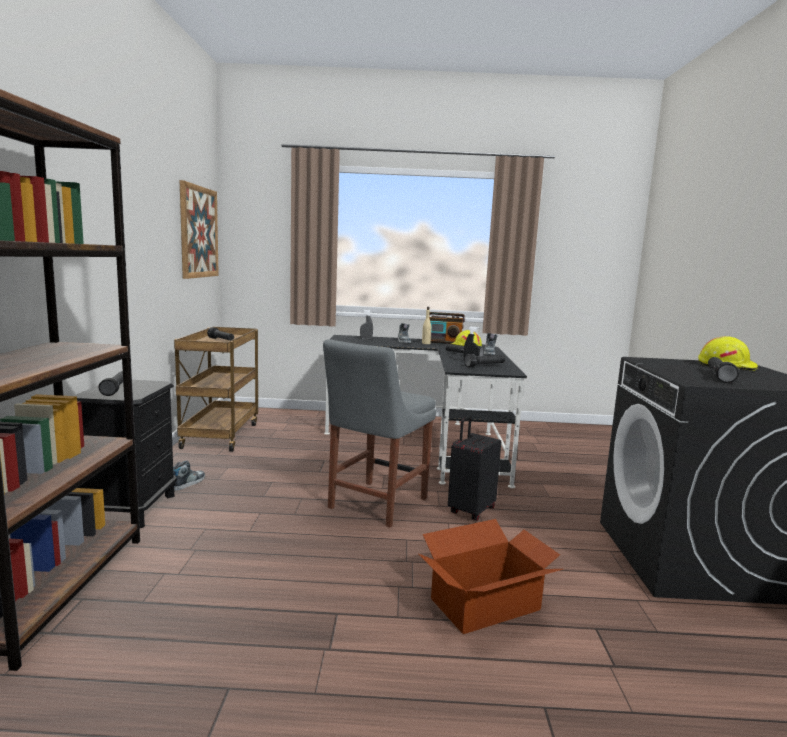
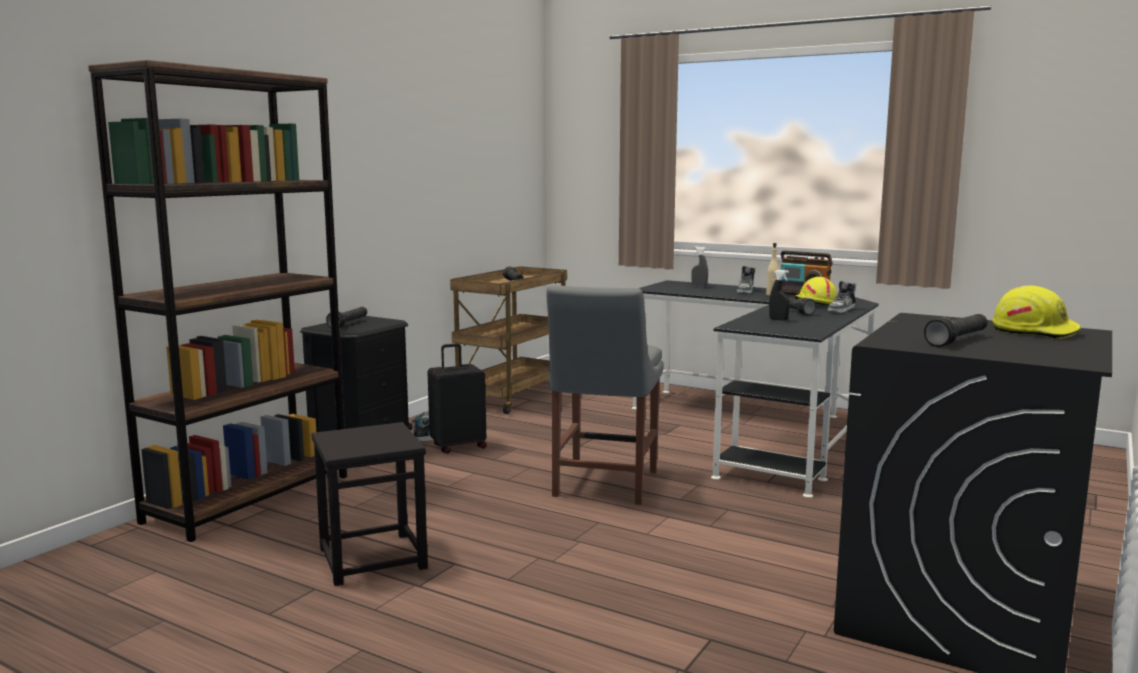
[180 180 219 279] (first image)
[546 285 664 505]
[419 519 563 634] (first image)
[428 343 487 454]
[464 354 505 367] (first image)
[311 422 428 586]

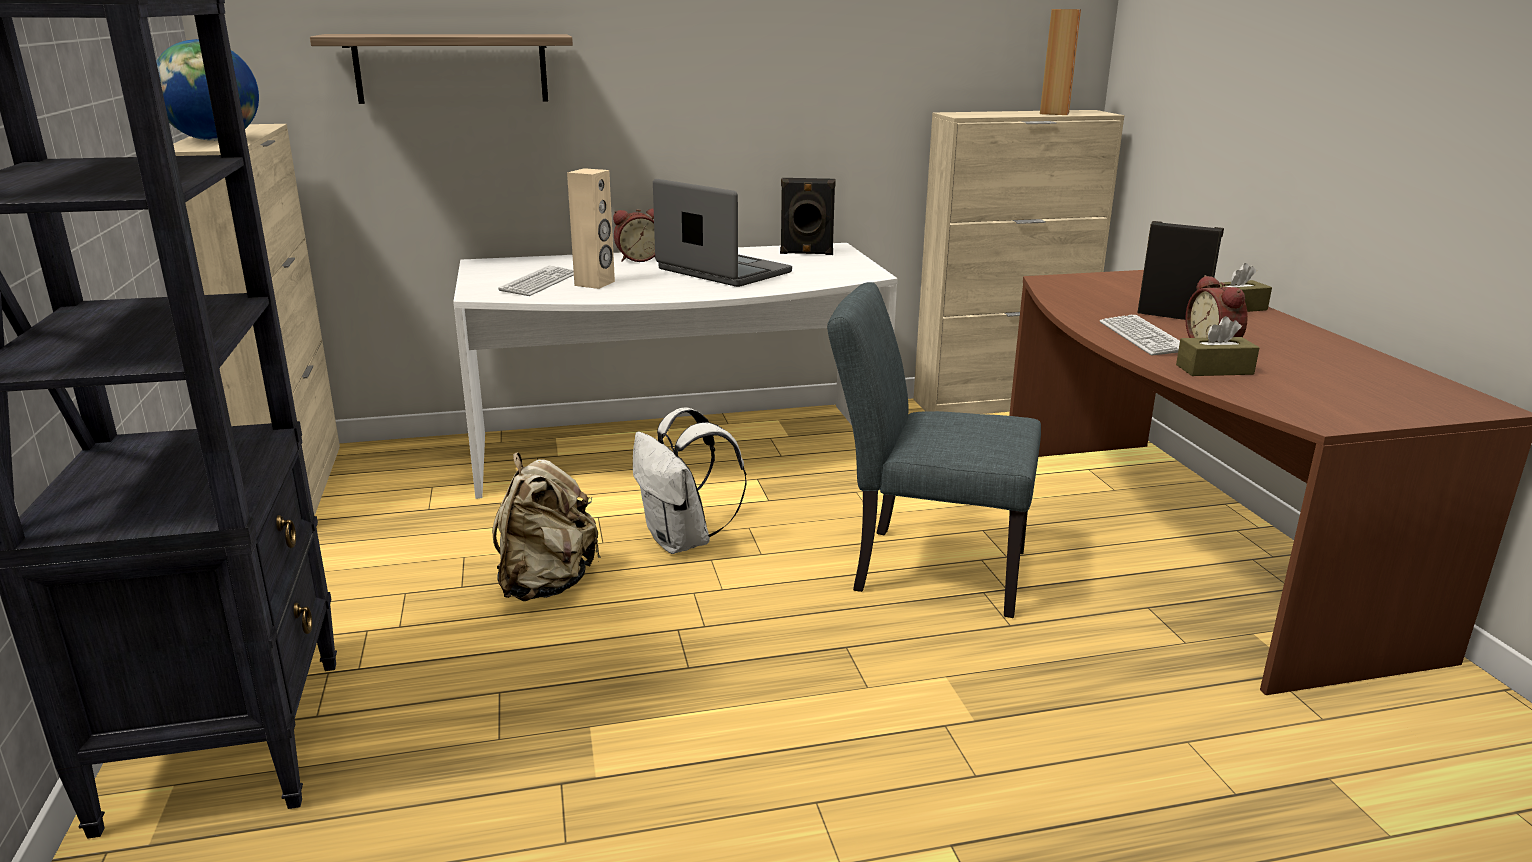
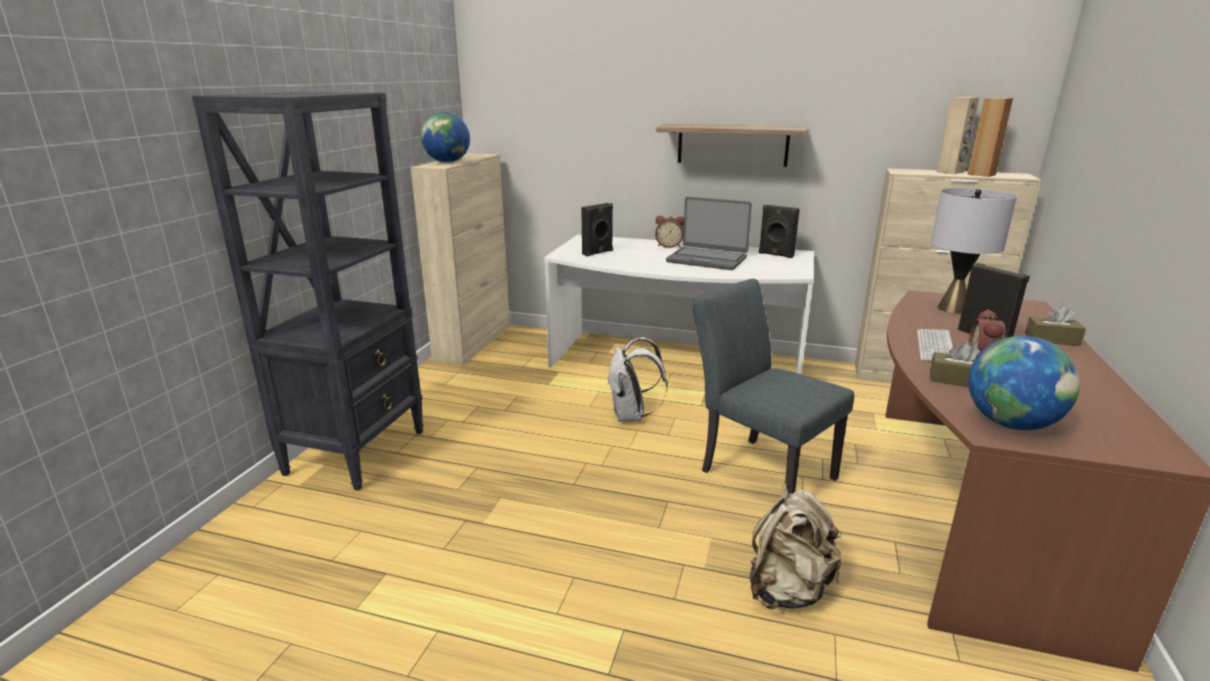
[656 123 806 167]
[750 484 842 609]
[581 203 613 256]
[937 97 979 174]
[666 197 752 270]
[931 188 1017 314]
[968 336 1080 430]

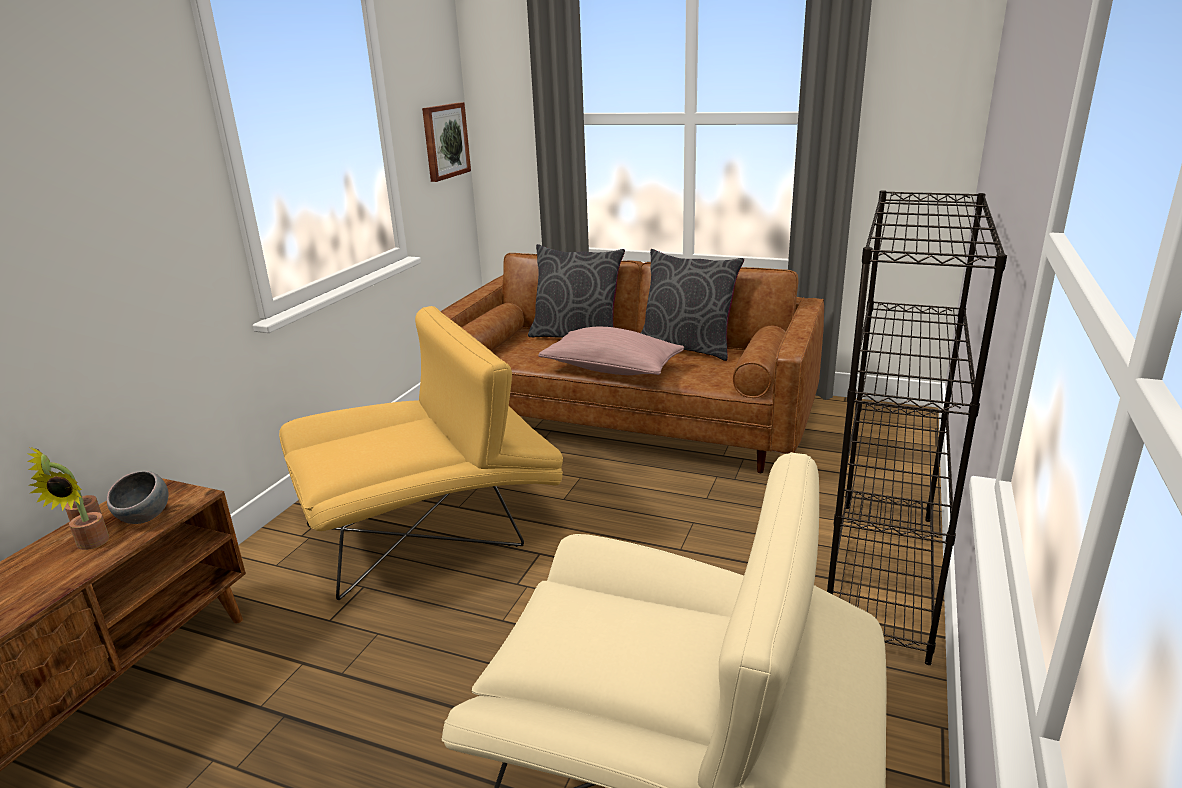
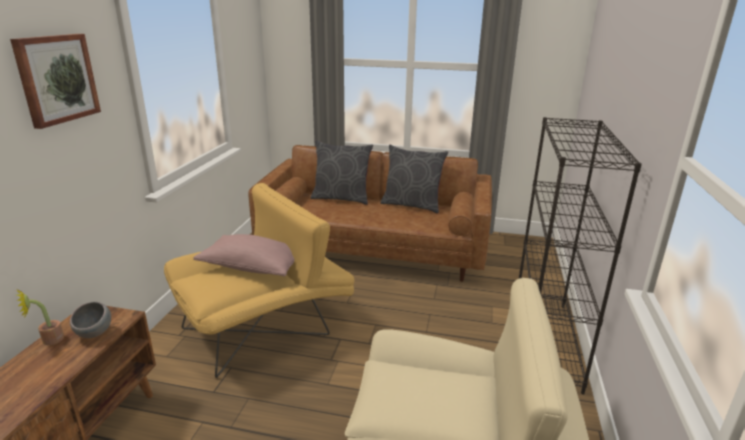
[30 471 109 550] (first image)
[10 34 101 129]
[193 234 294 277]

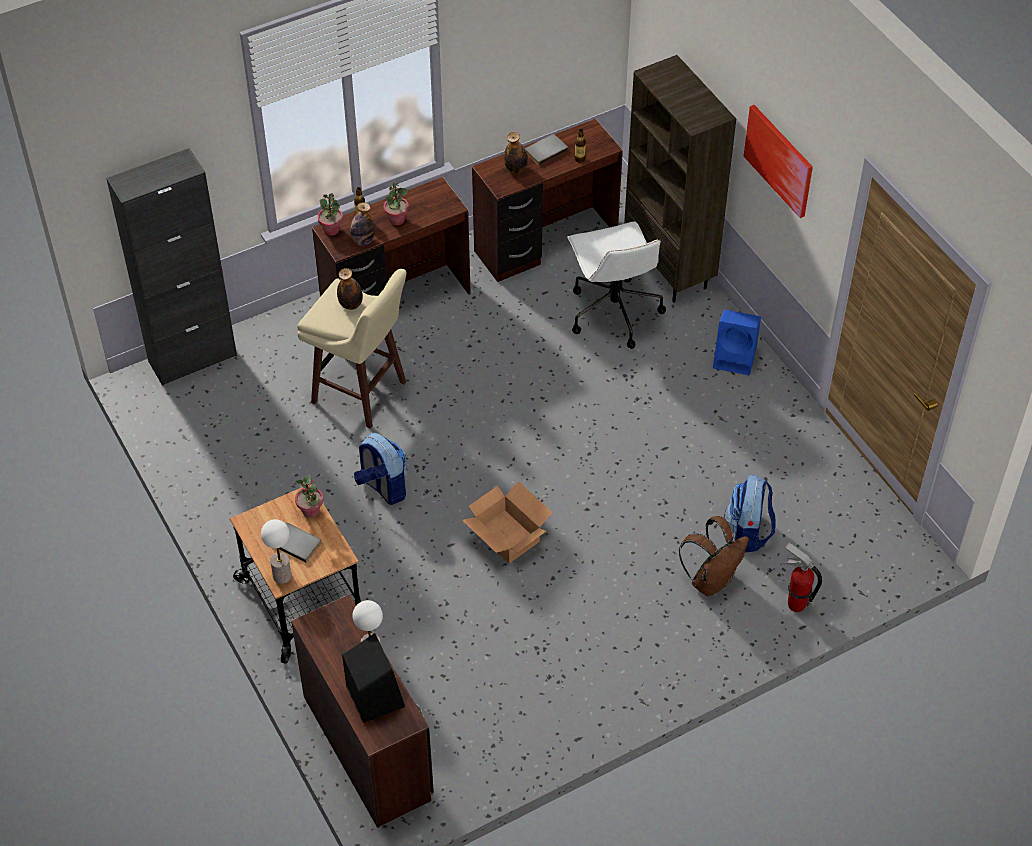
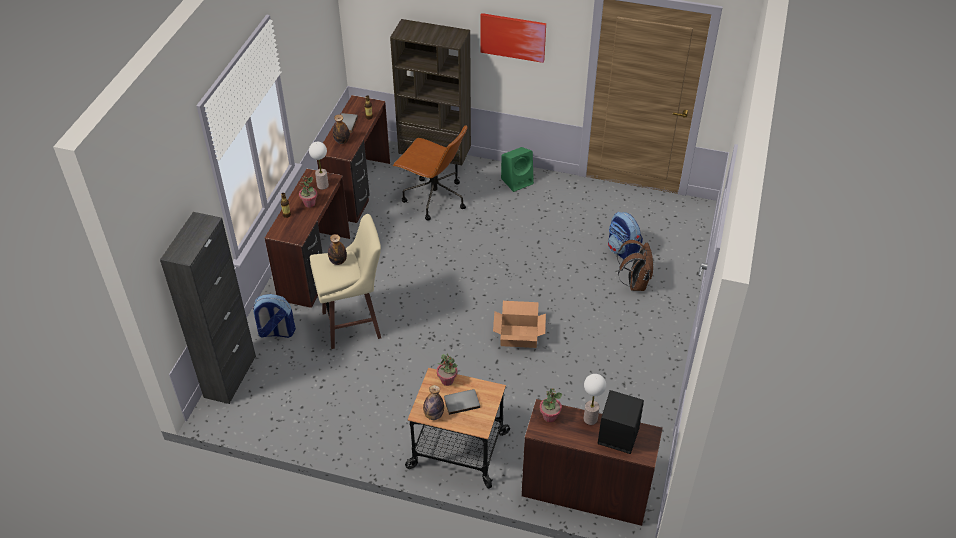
[309 142 329 190]
[540 388 562 422]
[423 385 444 420]
[252 294 296 338]
[393 125 468 221]
[501 147 534 192]
[783 542 822 612] (first image)

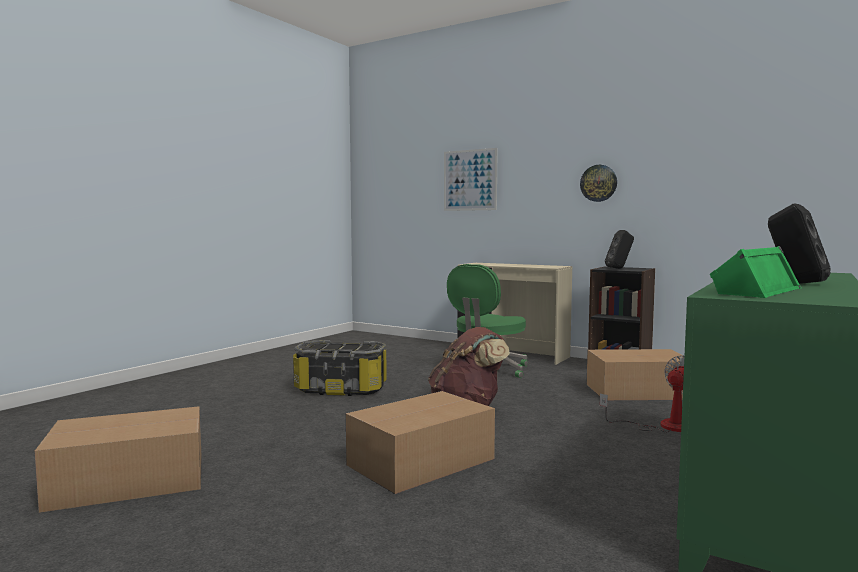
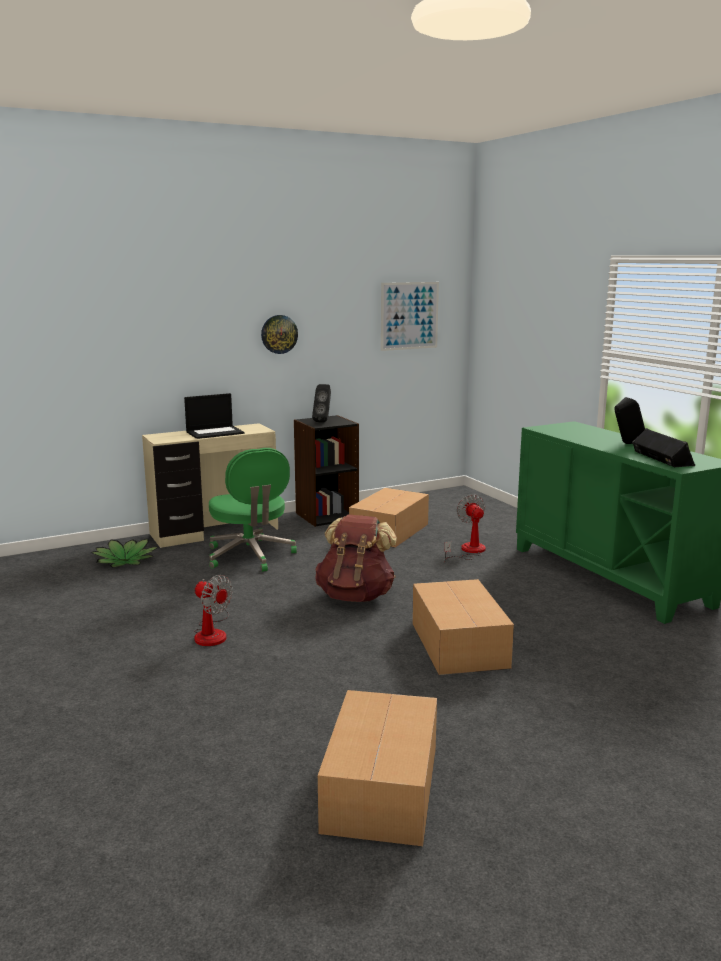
[194 575 233 646]
[381 282 439 351]
[632 428 695 467]
[91 539 158 568]
[184 393 244 439]

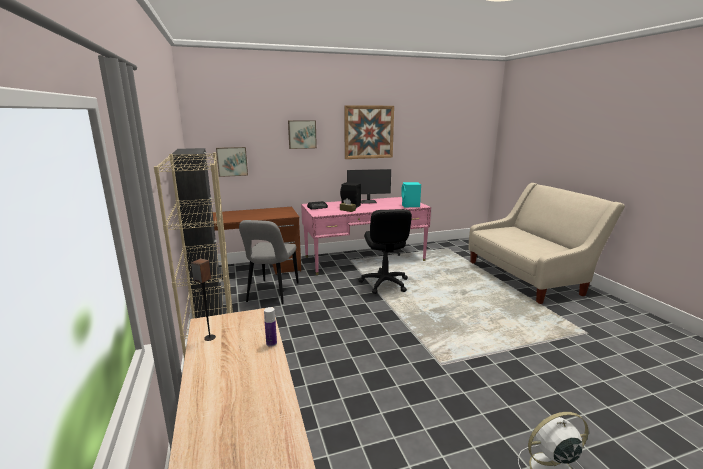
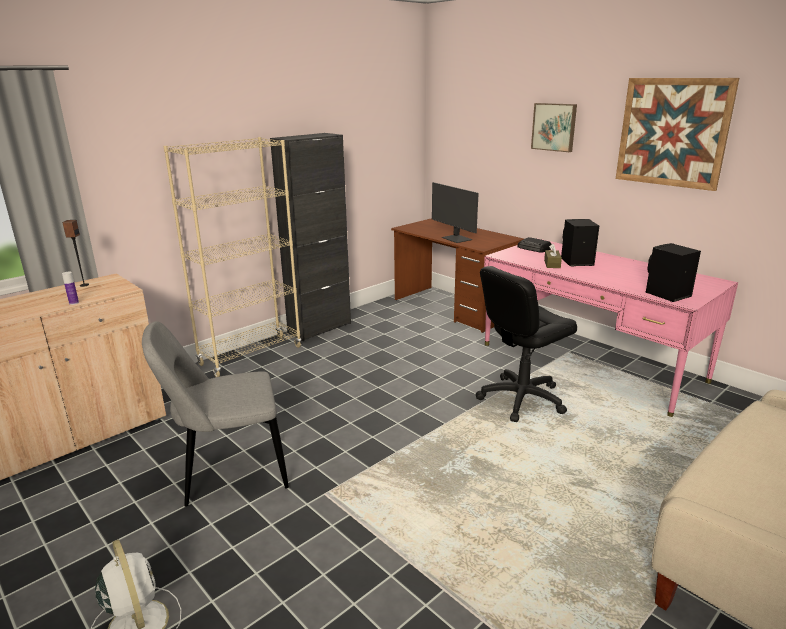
[216 147 248 177] (first image)
[142 321 289 507]
[432 182 478 243]
[646 243 701 302]

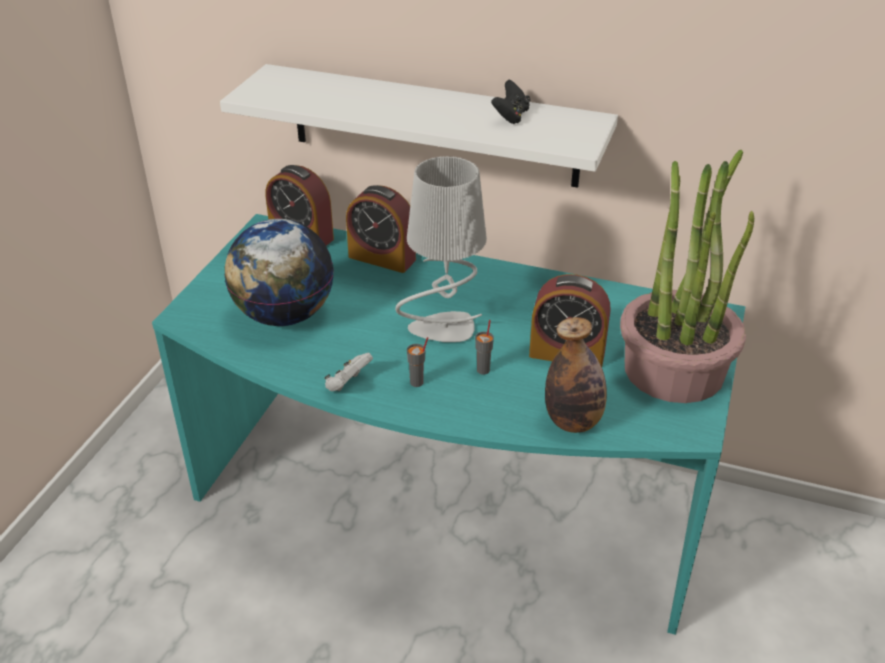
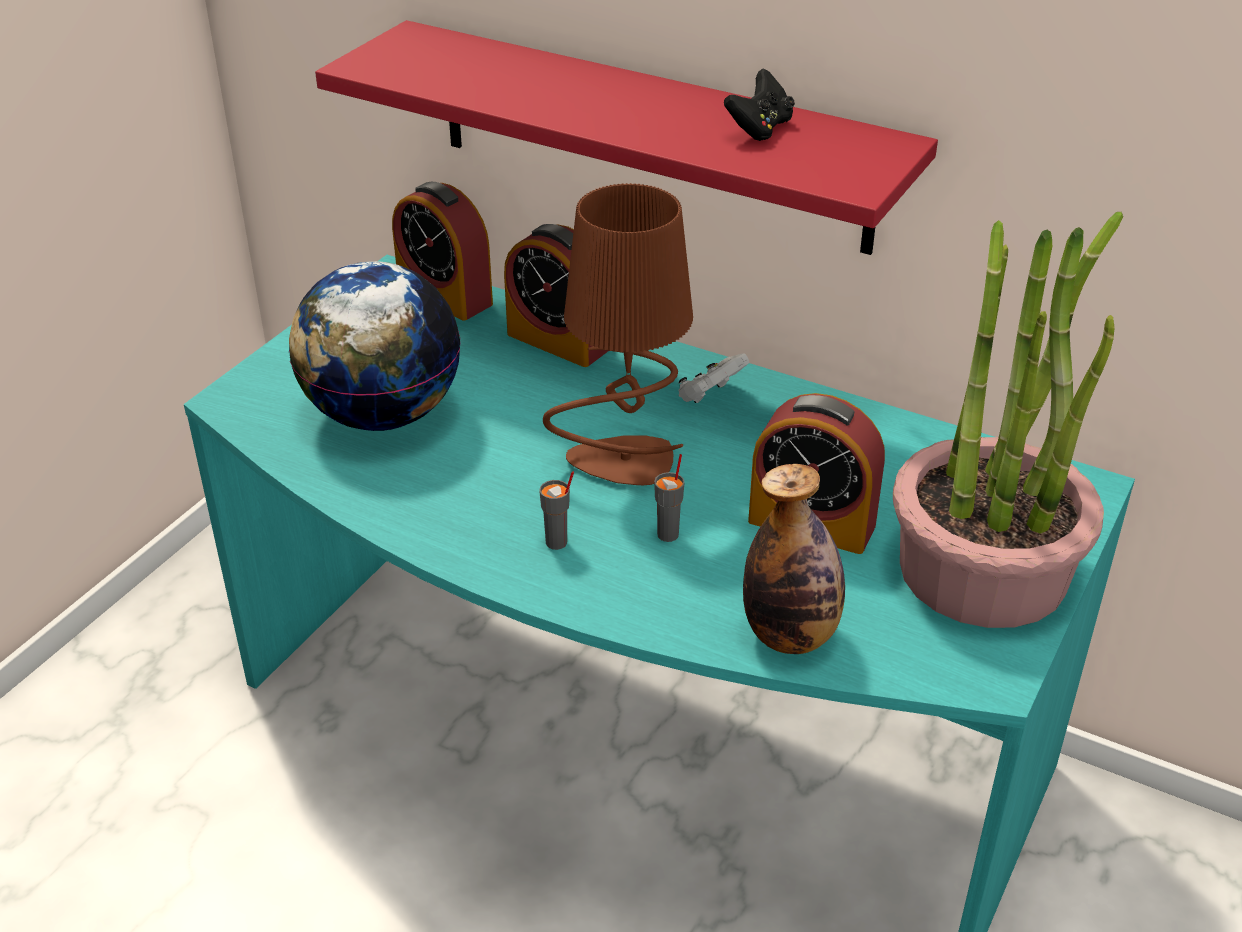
[315 20 938 255]
[679 353 749 403]
[543 183 693 485]

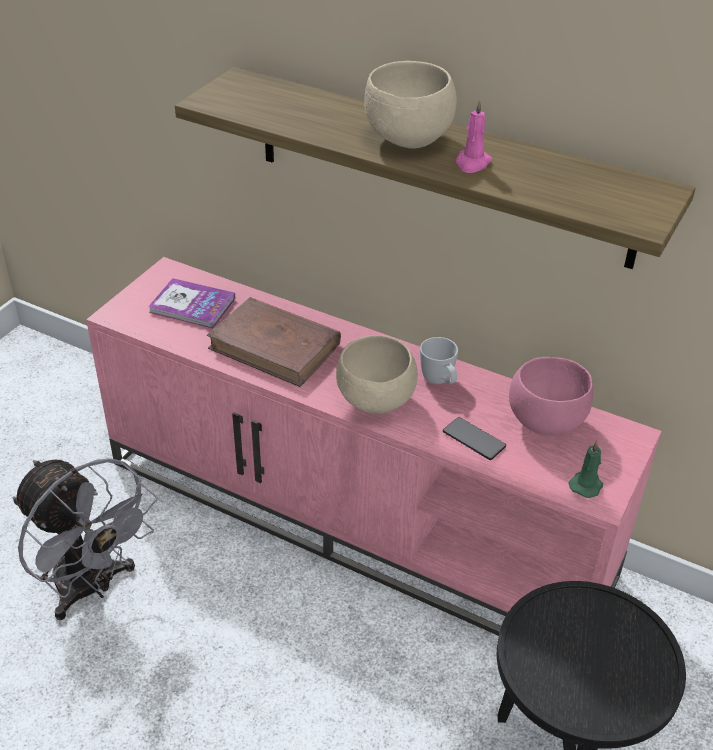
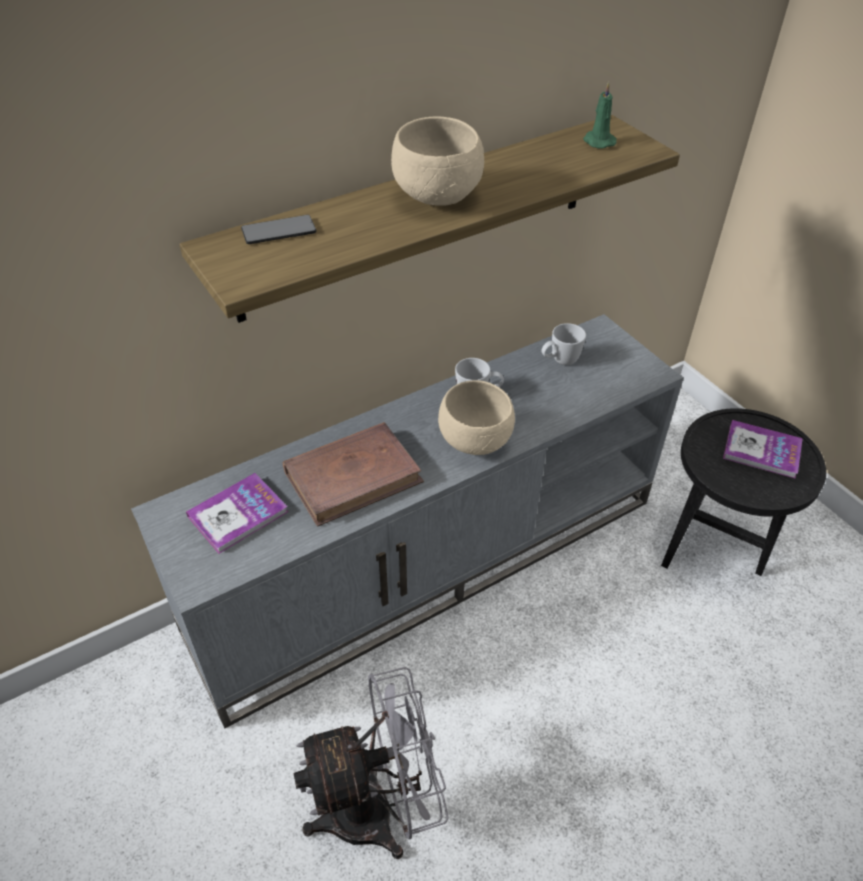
[131 314 684 728]
[241 215 317 244]
[456 99 492 173] (first image)
[542 323 586 365]
[583 82 617 149]
[723 420 803 479]

